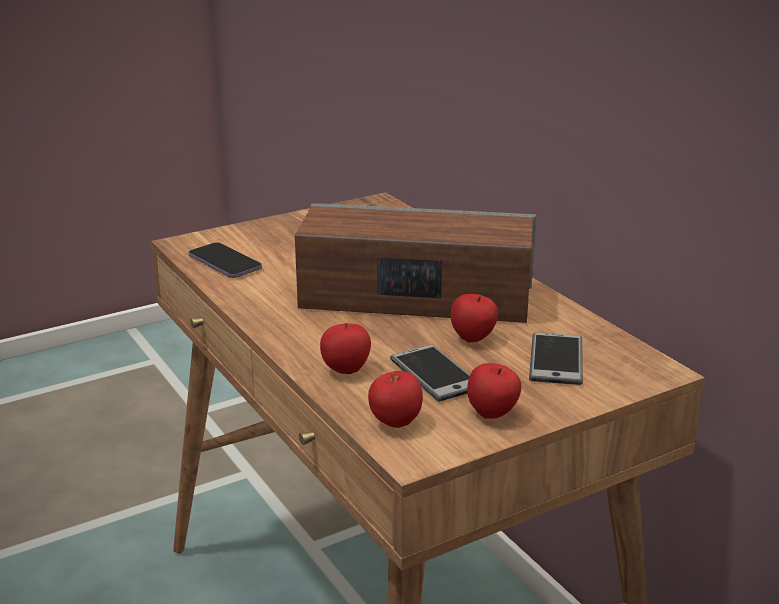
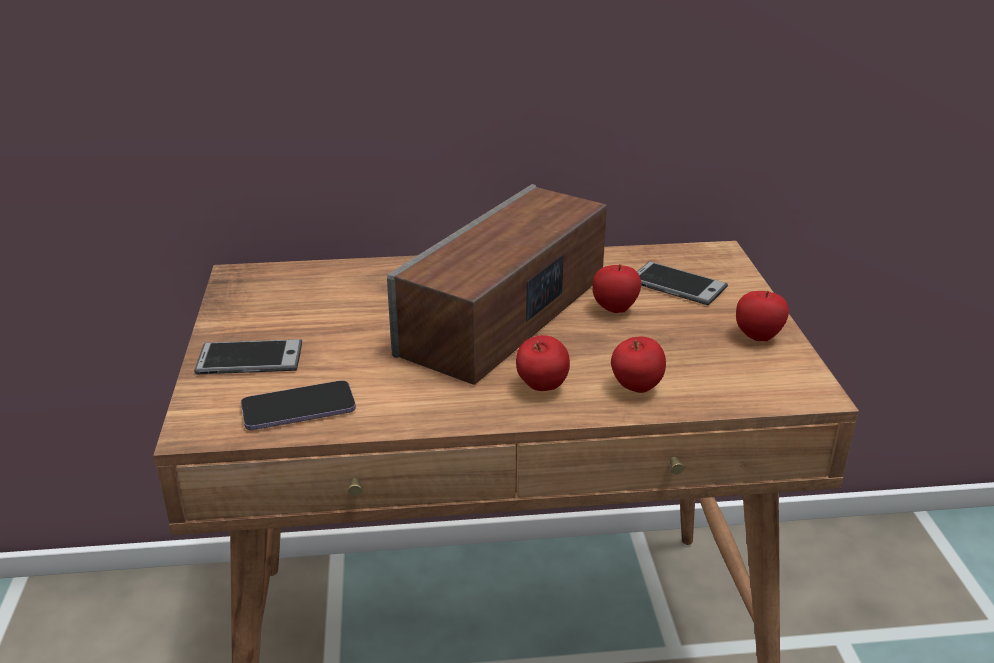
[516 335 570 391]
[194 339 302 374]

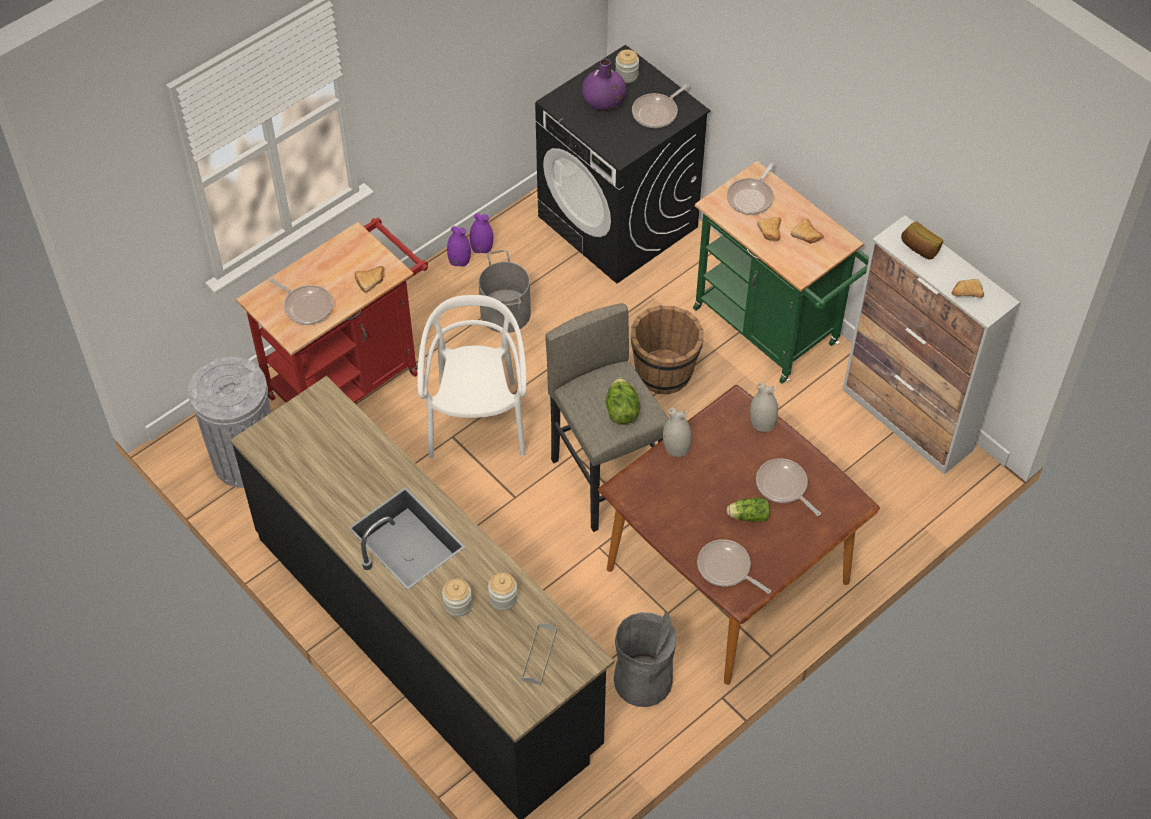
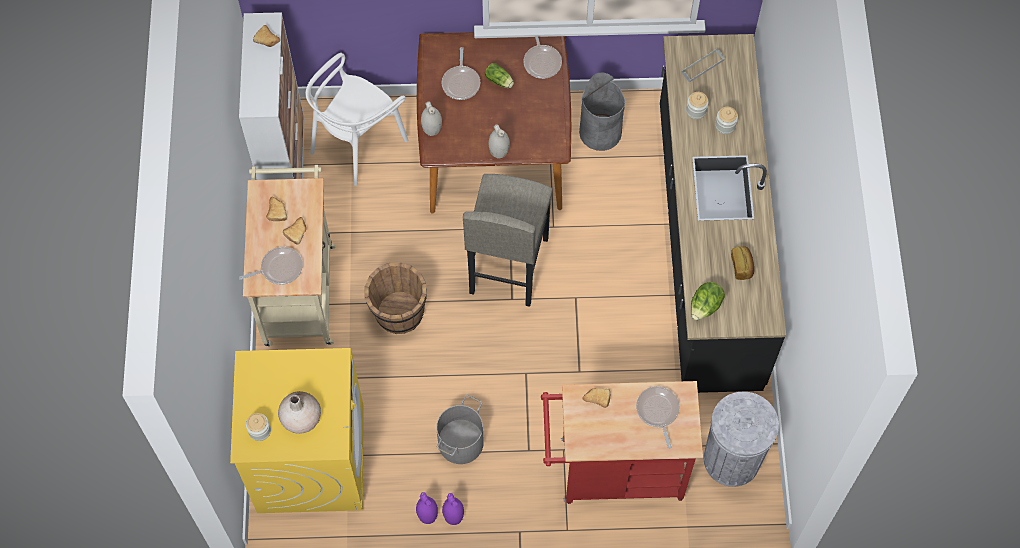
[306 53 409 186]
[230 348 364 513]
[278 391 321 434]
[691 282 725 320]
[632 84 689 128] (first image)
[243 165 335 347]
[731 246 754 280]

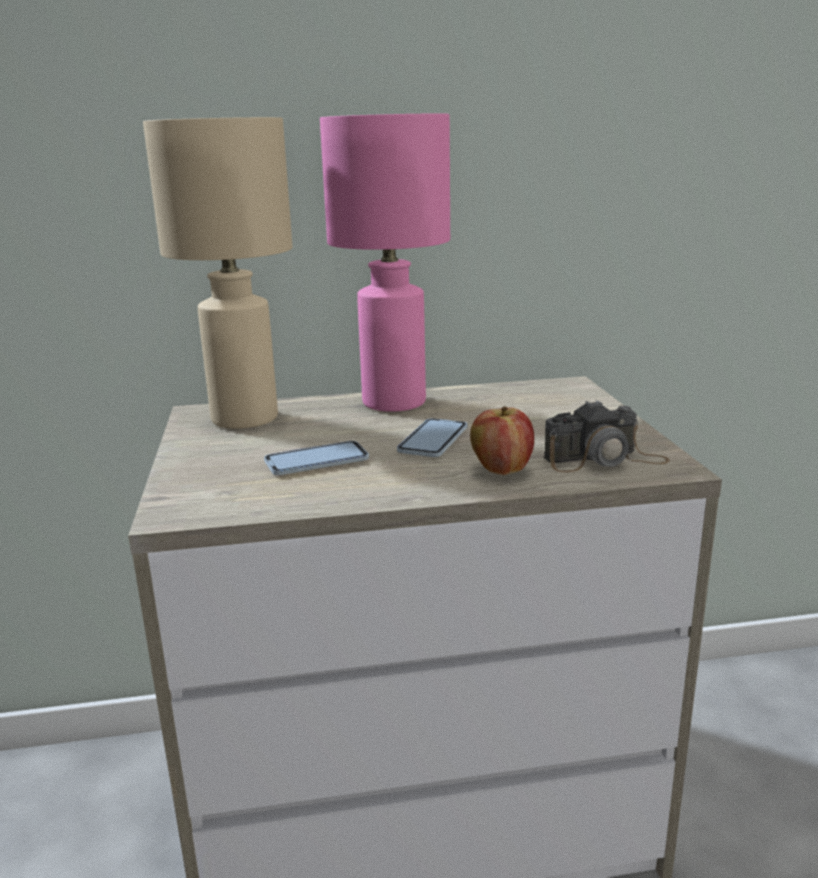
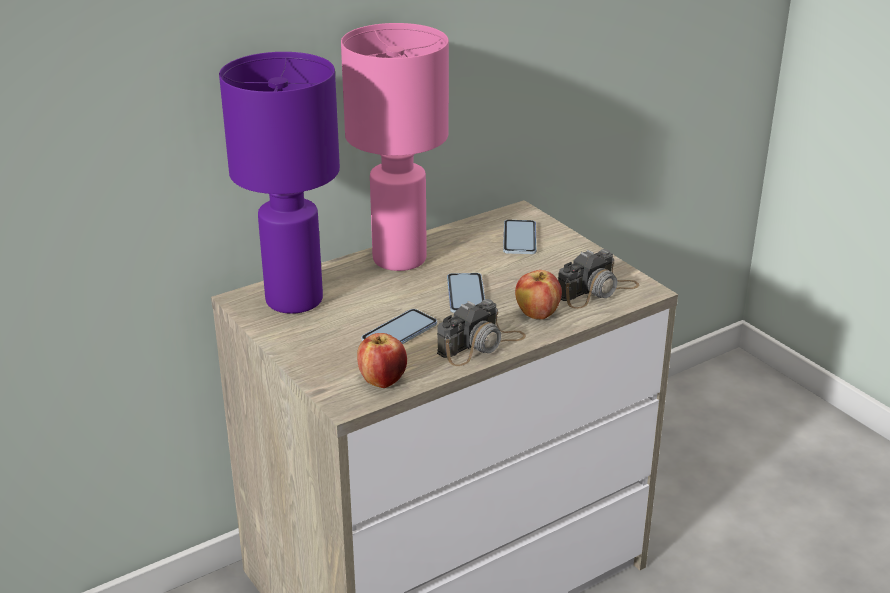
[219 52 340 314]
[357 333 407 388]
[437 299 526 366]
[503 220 537 254]

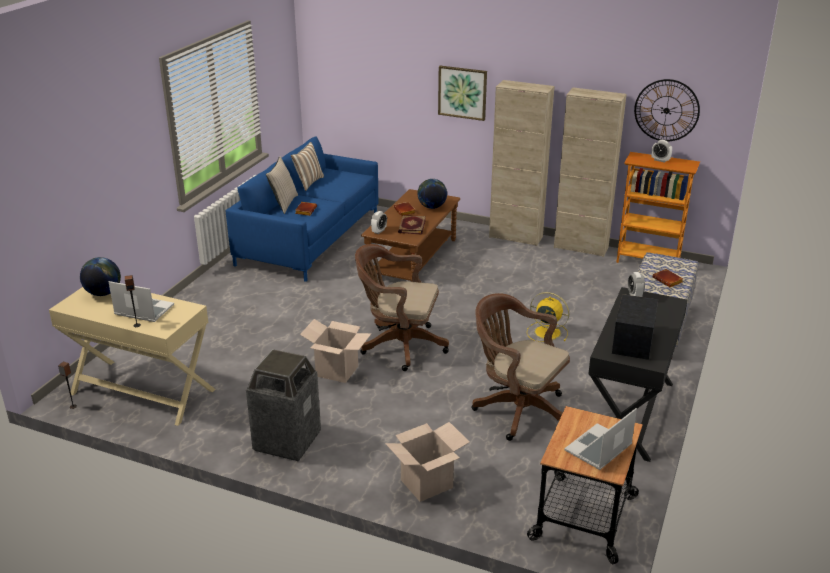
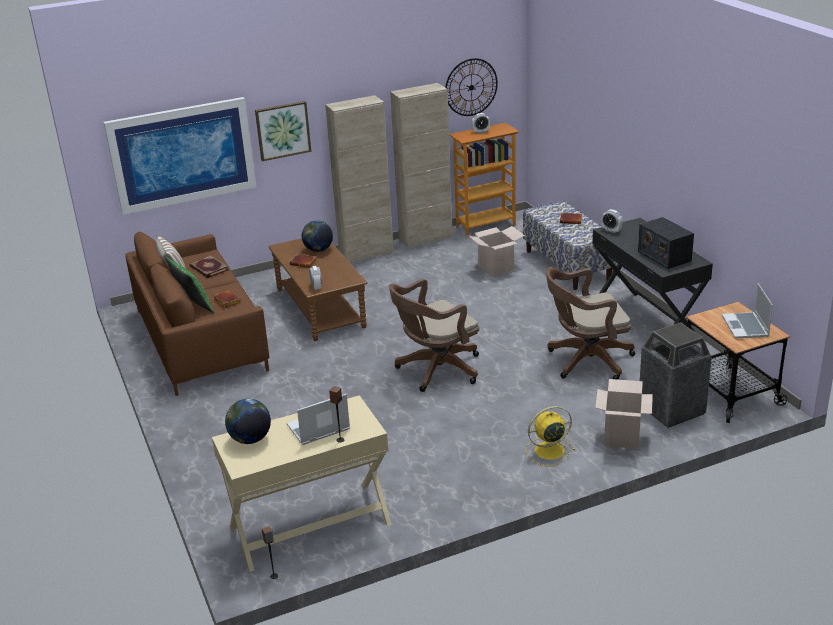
[125 231 269 396]
[640 322 712 428]
[165 257 214 313]
[467 226 525 276]
[189 255 229 278]
[526 406 575 466]
[104 97 256 215]

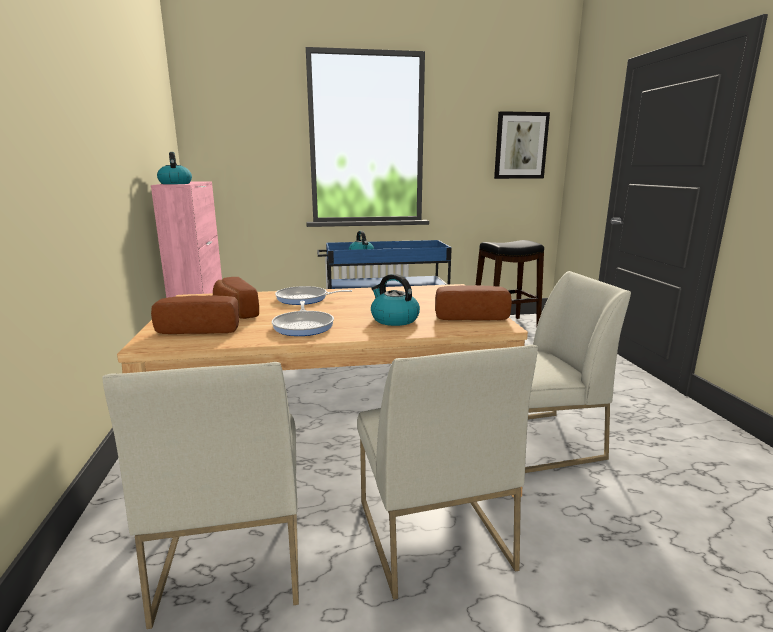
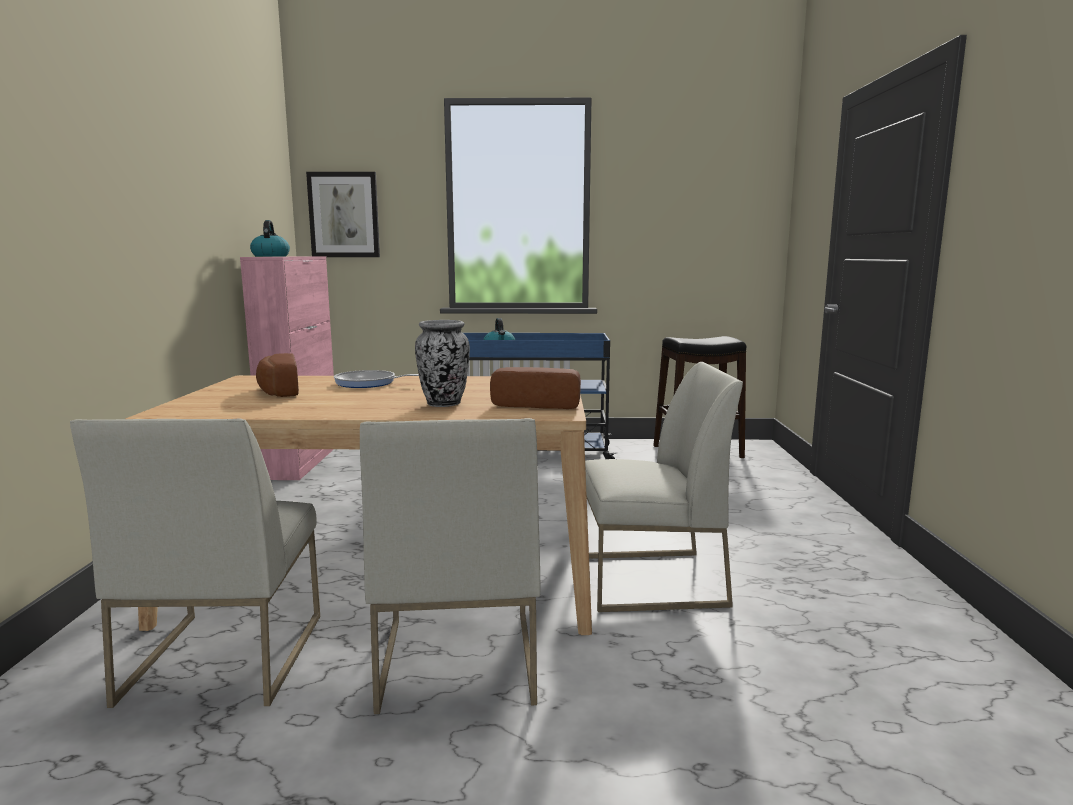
[151 295 239 334] (first image)
[272 301 334 336] (first image)
[415 320 470 407]
[306 172 380 257]

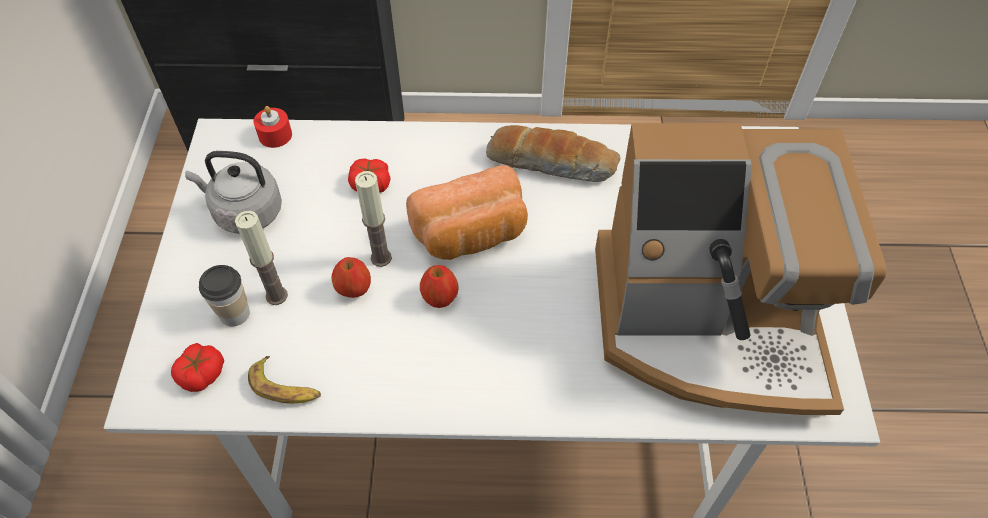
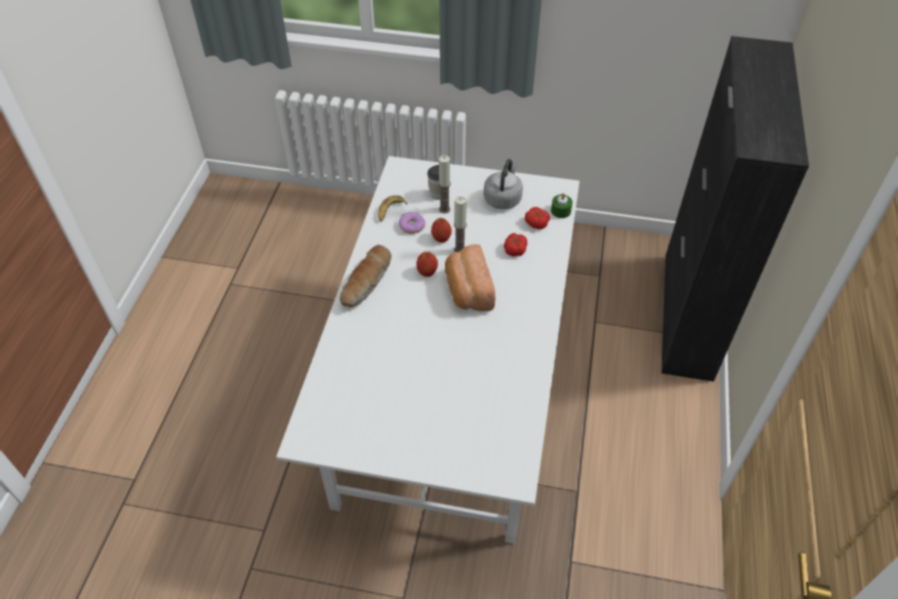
[525 207 550 229]
[551 193 573 218]
[340 245 392 307]
[595 123 887 415] (first image)
[399 212 425 234]

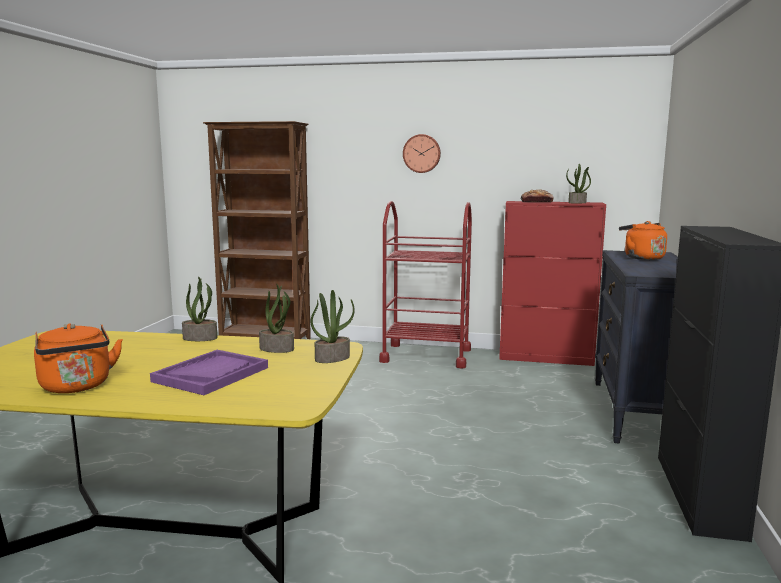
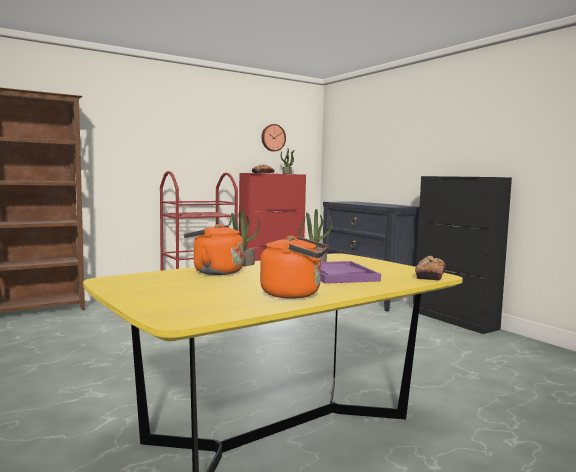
[311 290 354 363] (first image)
[261 124 286 152]
[184 224 244 275]
[415 256 446 281]

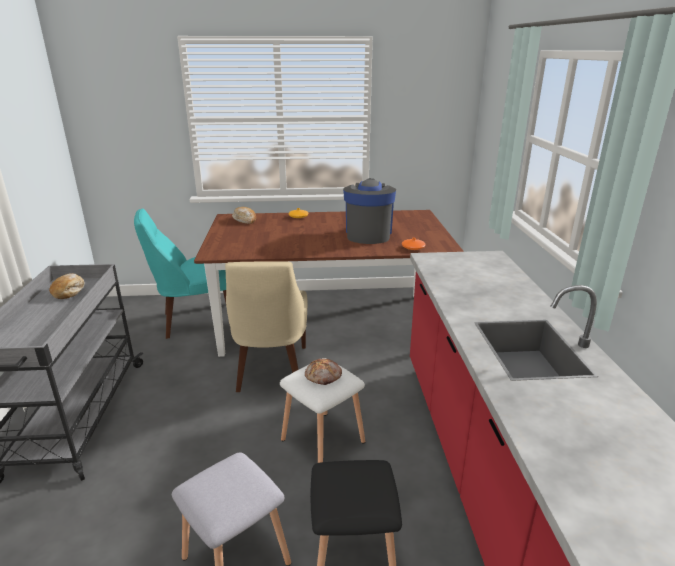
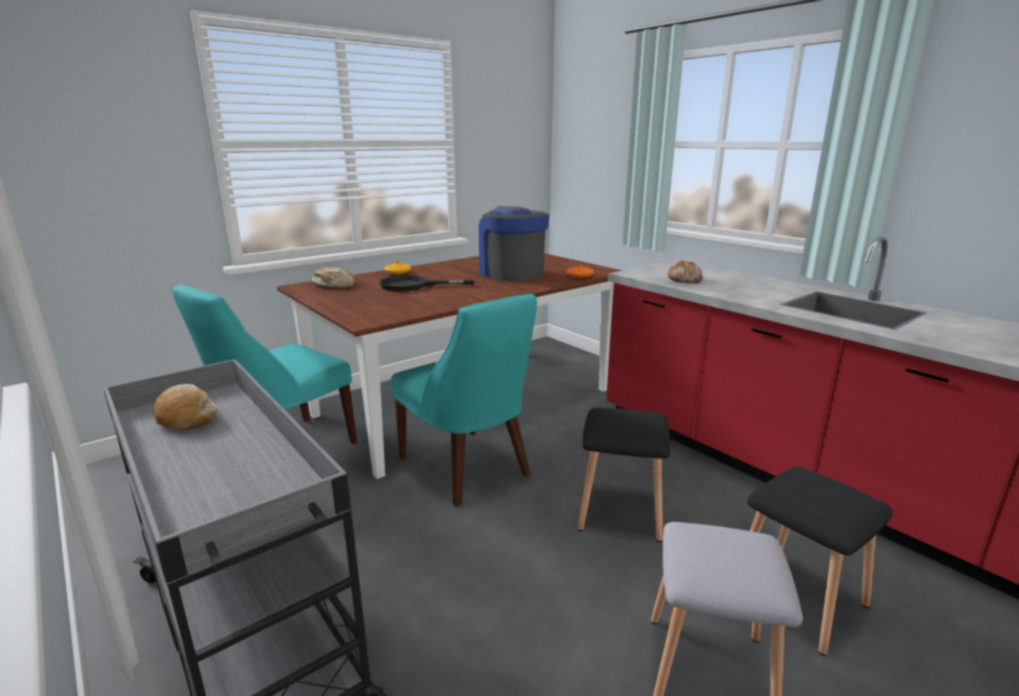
[391 294 537 507]
[578 408 670 542]
[668 261 703 283]
[379 275 475 292]

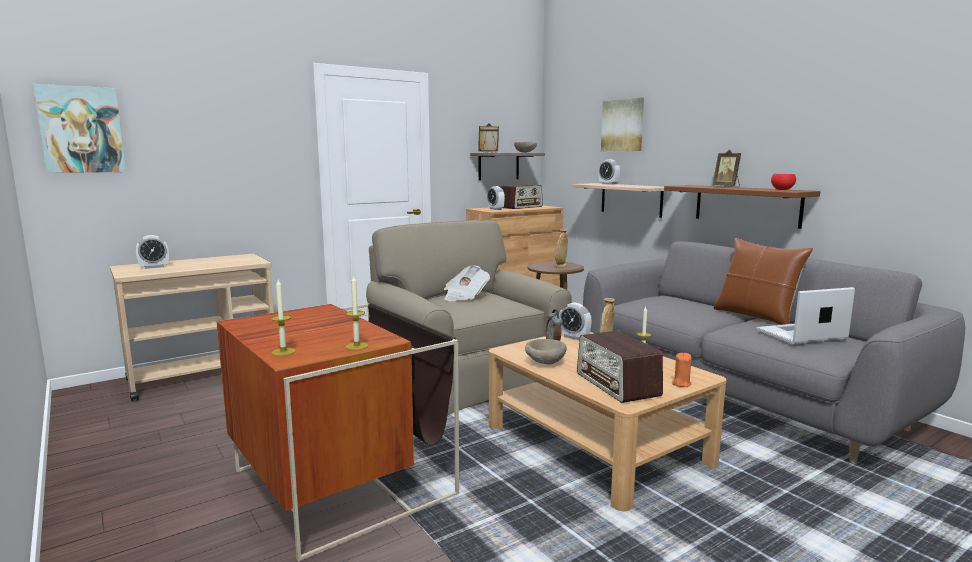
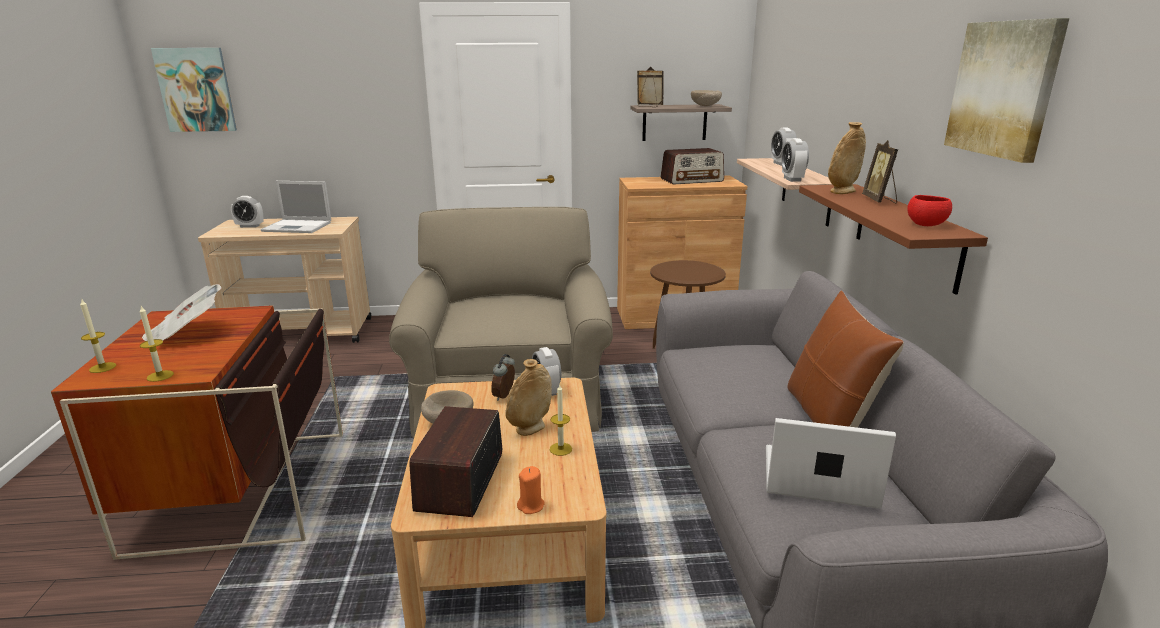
[142 284 222 341]
[781 138 809 182]
[828 122 866 194]
[944 18 1070 163]
[261 181 331 233]

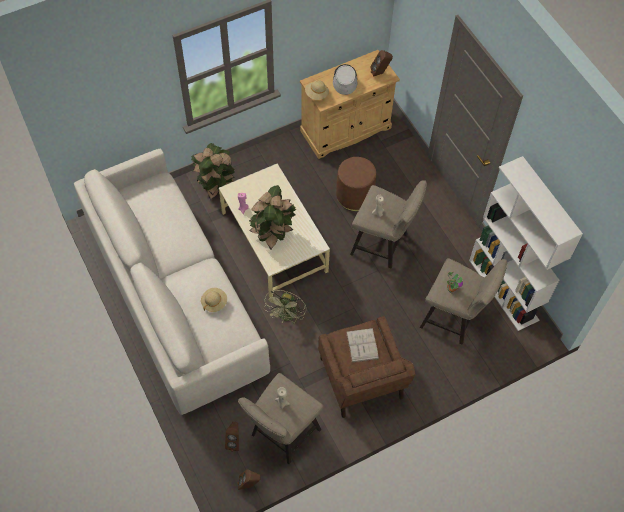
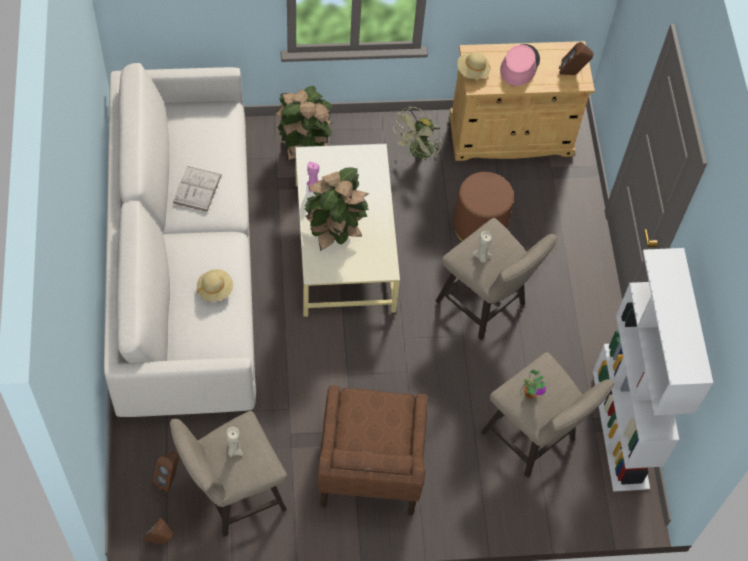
[393 106 443 162]
[500 44 540 86]
[173 166 222 212]

